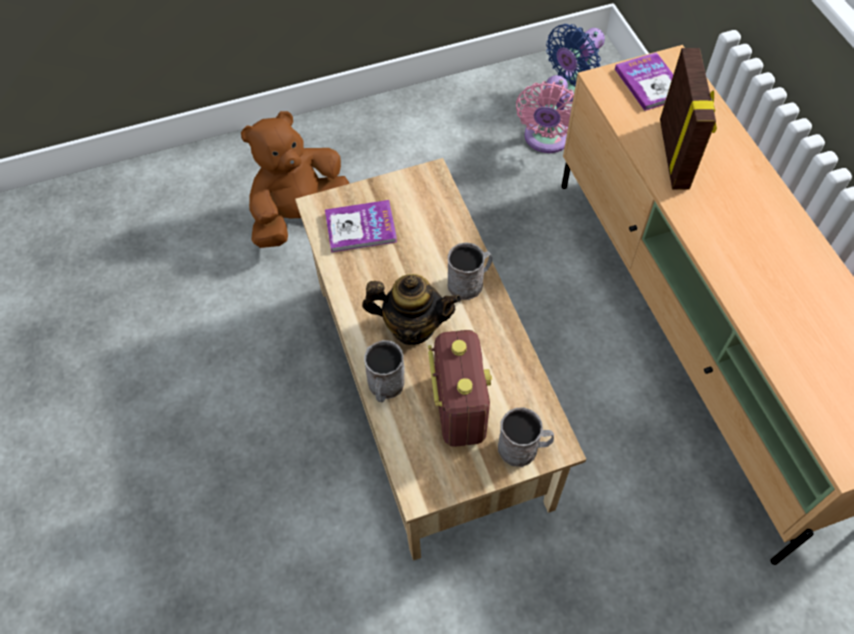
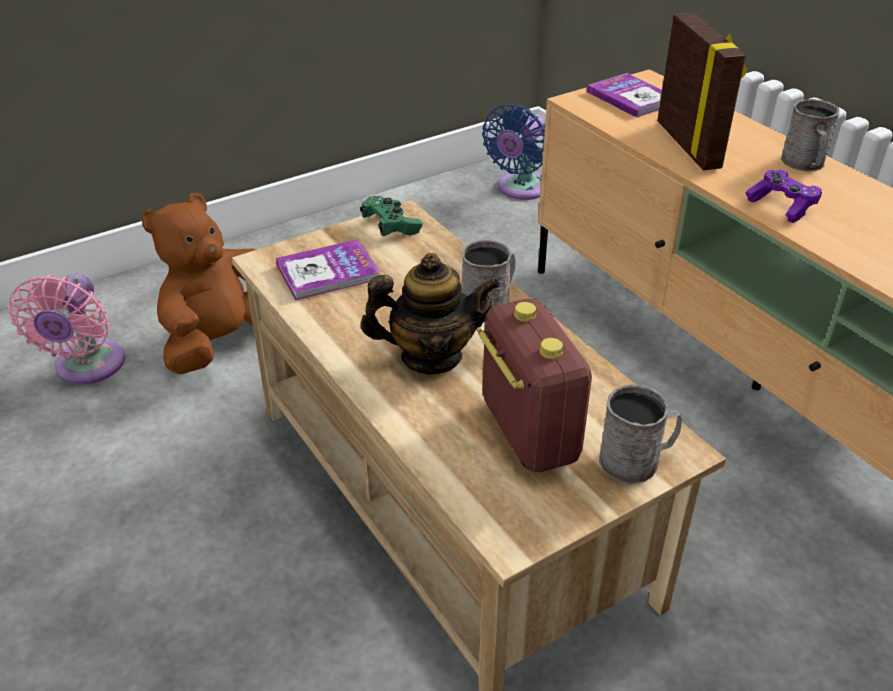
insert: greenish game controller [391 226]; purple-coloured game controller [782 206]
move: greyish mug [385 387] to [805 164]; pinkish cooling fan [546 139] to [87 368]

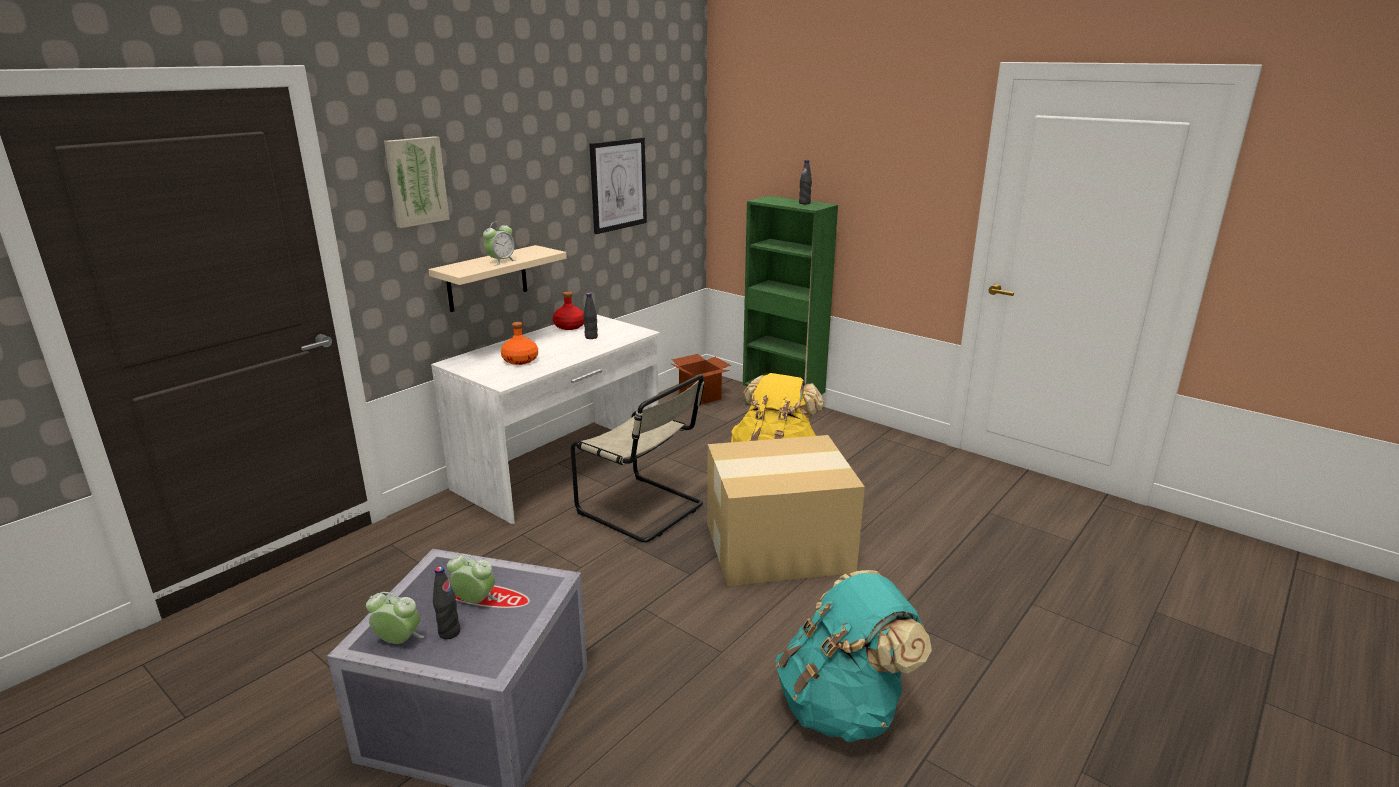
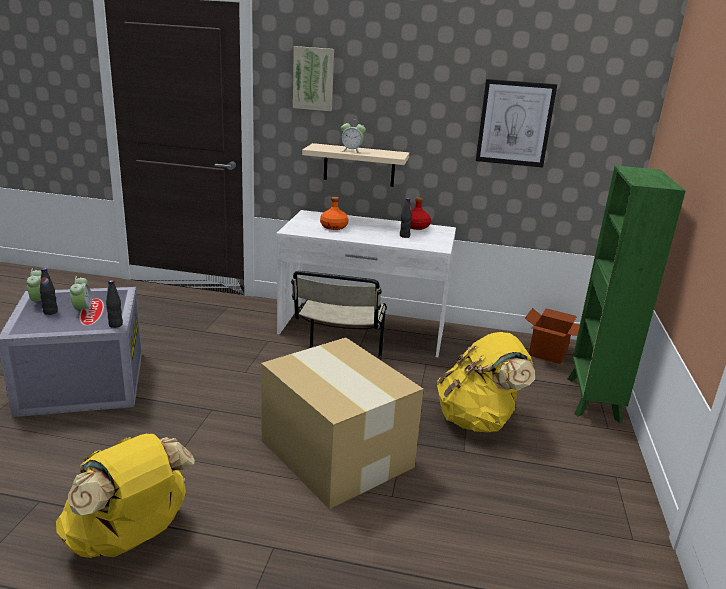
move: black drink bottle [804 203] to [115 325]
recolor: blue-green knapsack [843 707] to yellowish knapsack [130 537]

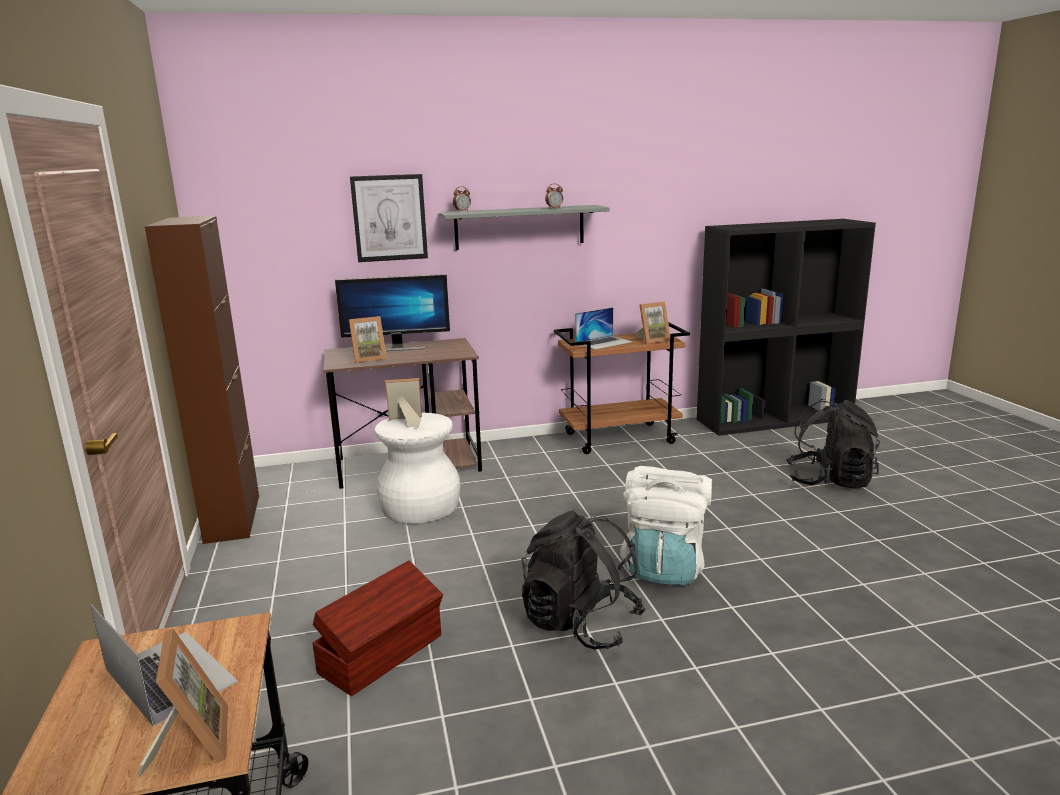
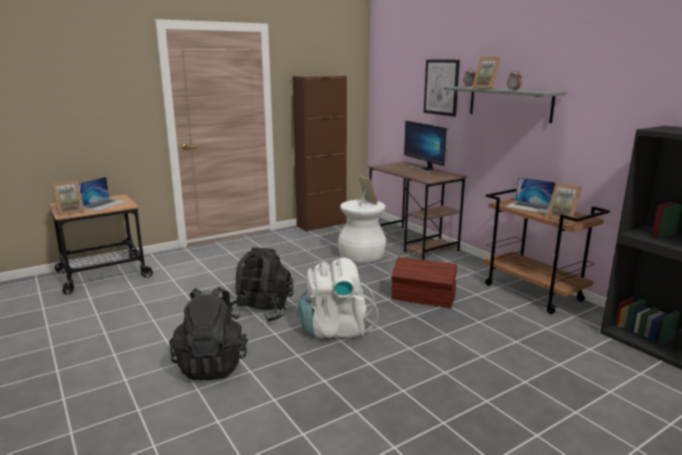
move: brown-coloured storage bin [383 654] to [423 298]; standing frame [368 358] to [486 88]; black knapsack [829 481] to [212 364]

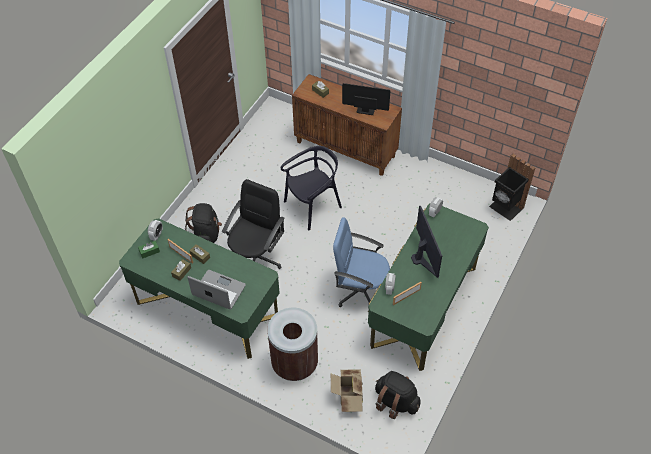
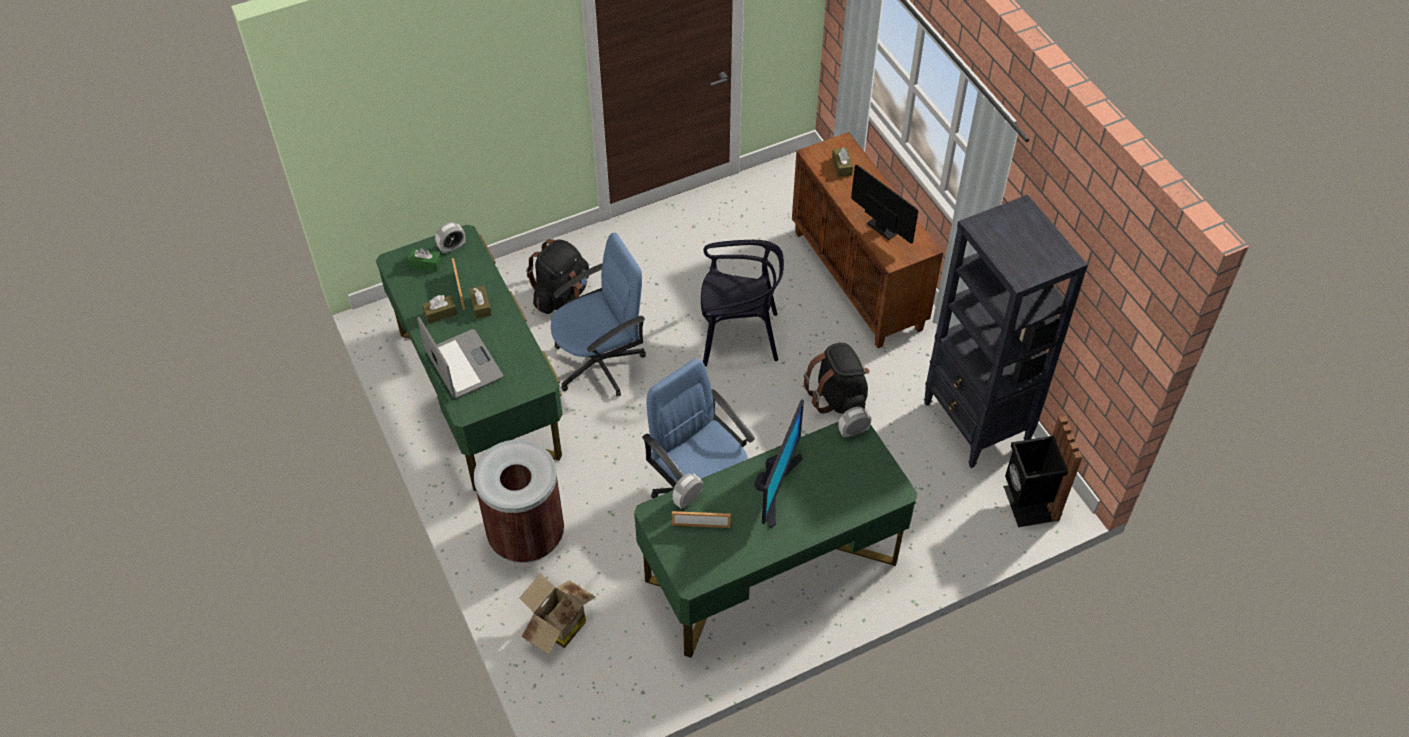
insert: black bookshelf [976 423]
move: black knapsack [395 402] to [838 398]
recolor: black computer chair [256 257] to blue-coloured computer chair [600 362]

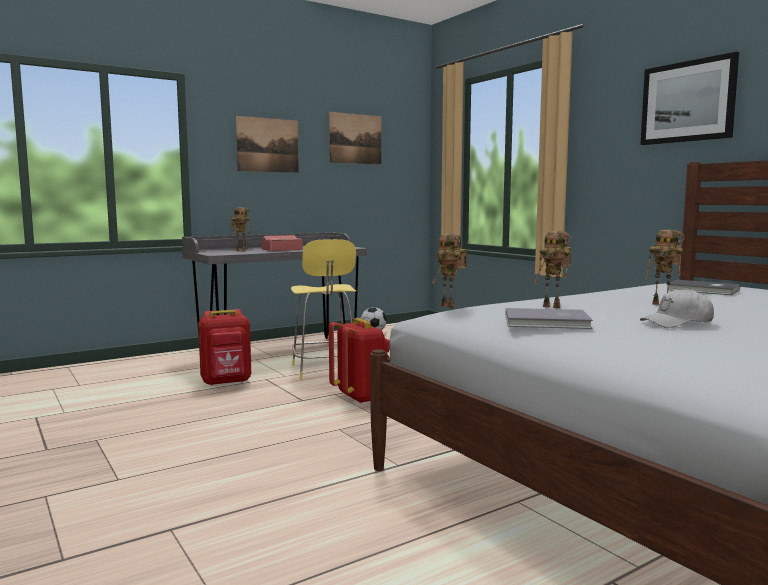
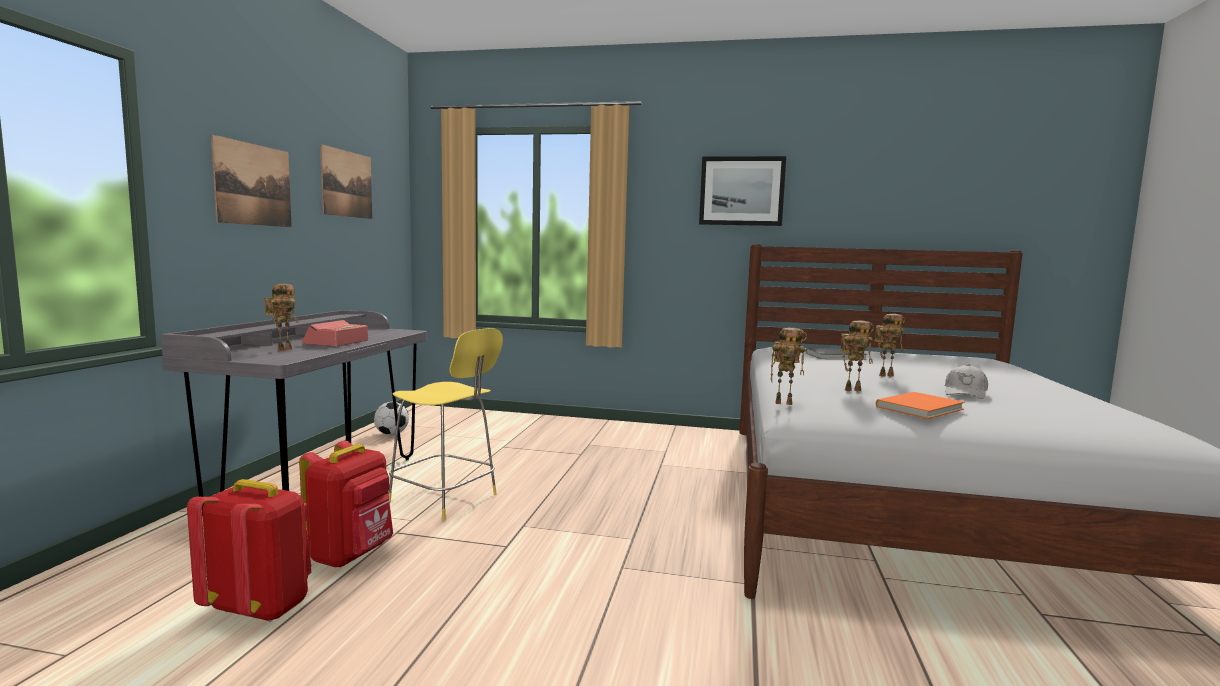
move: red knapsack [361 397] to [260 607]
recolor: greyish bound book [548 322] to orange-coloured bound book [922 408]

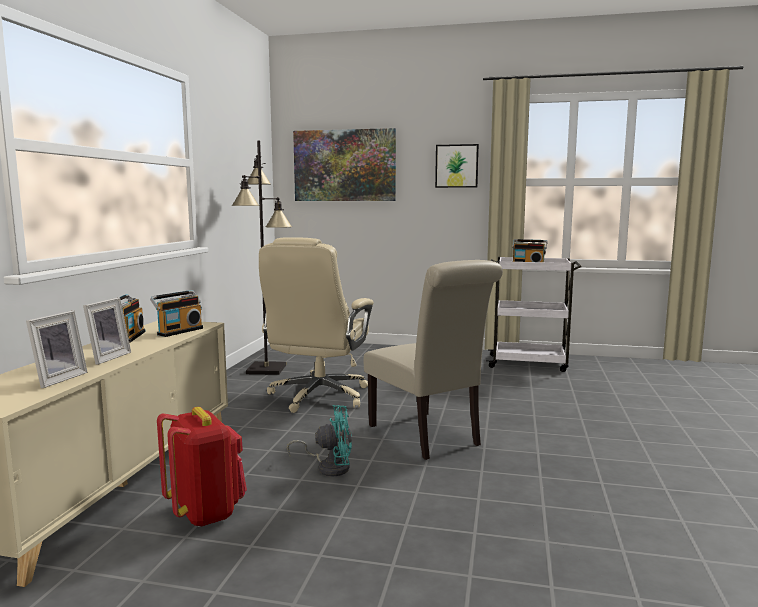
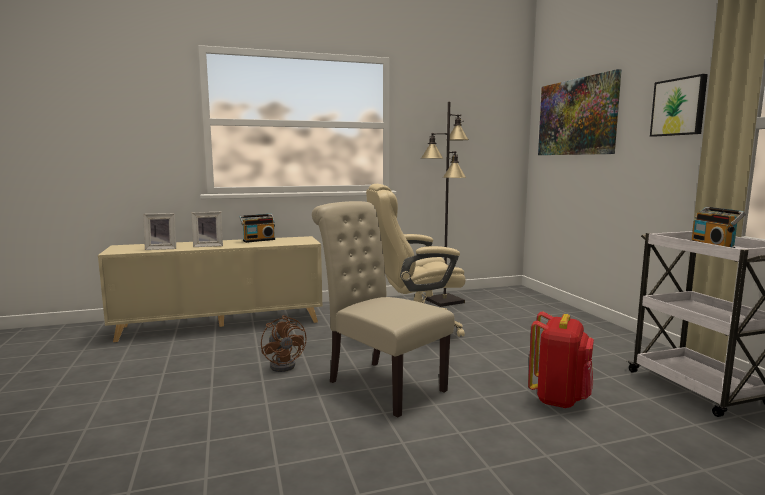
delete: radio [179 331]
move: red knapsack [206 512] to [559 399]
recolor: blue-green cooling fan [329 467] to brown-coloured cooling fan [286 364]
rotate: beige plain chair [428 437] = [380 384] 105 degrees clockwise

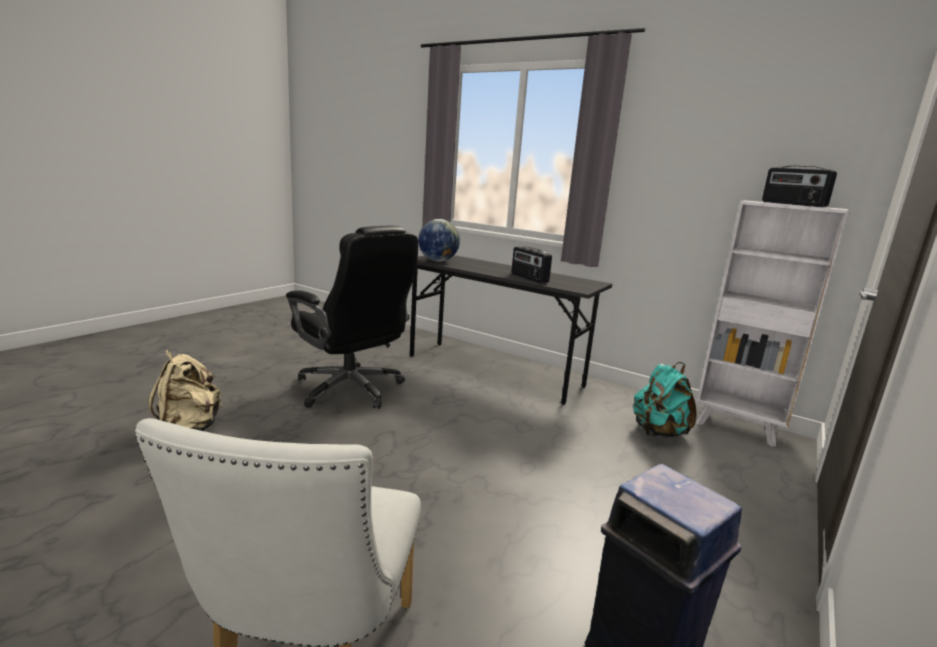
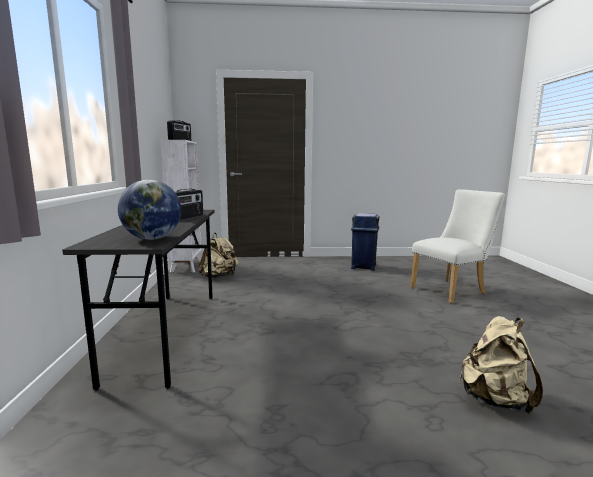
delete: black computer chair [351 389]
recolor: blue-green knapsack [658 433] to beige knapsack [219 276]

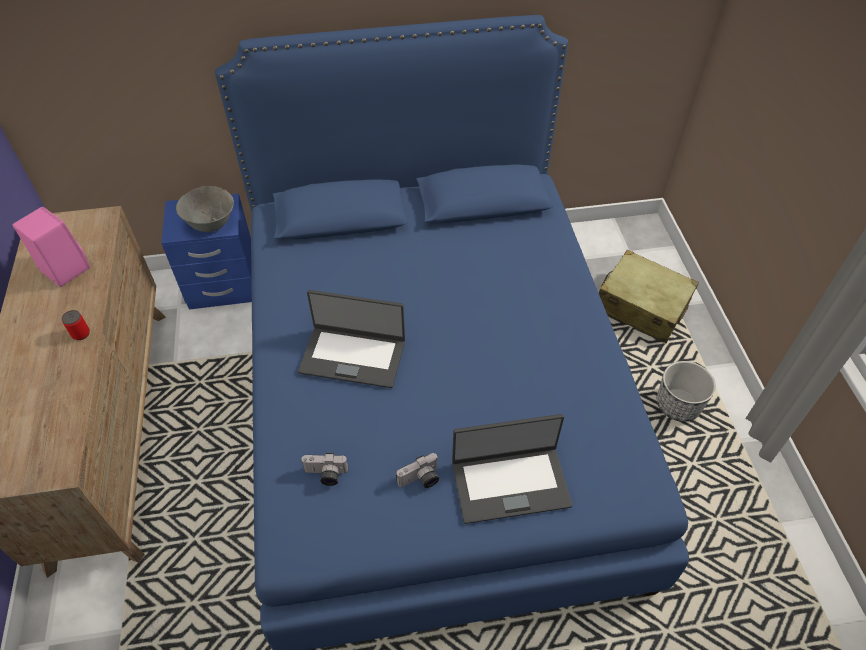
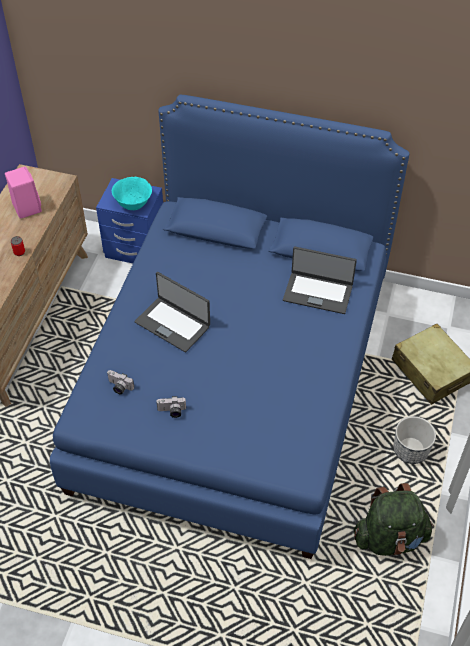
insert: greenish knapsack [390 538]
move: portable computer [510 483] to [318 292]
recolor: greyish bowl [210 224] to blue-green bowl [133 204]

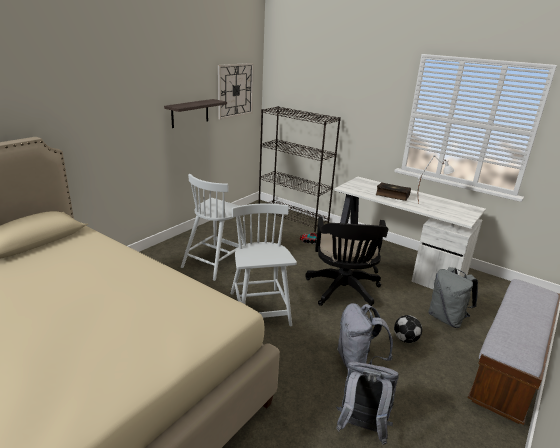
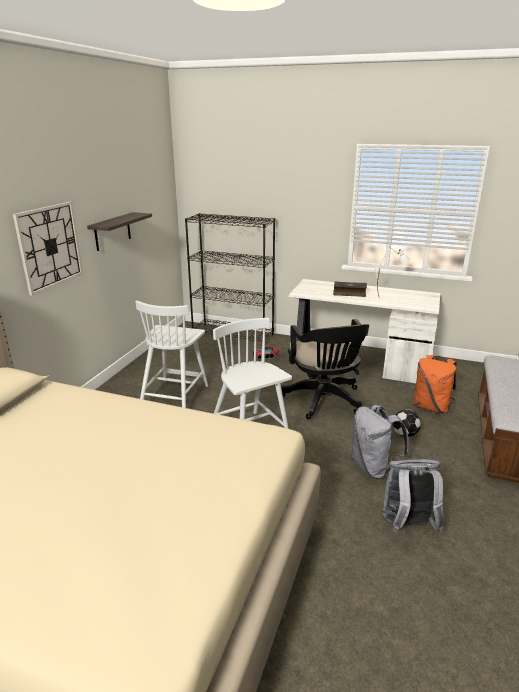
move: clock on the wall [235 90] to [49 246]
recolor: greyish knapsack [447 319] to orange-coloured knapsack [431 407]

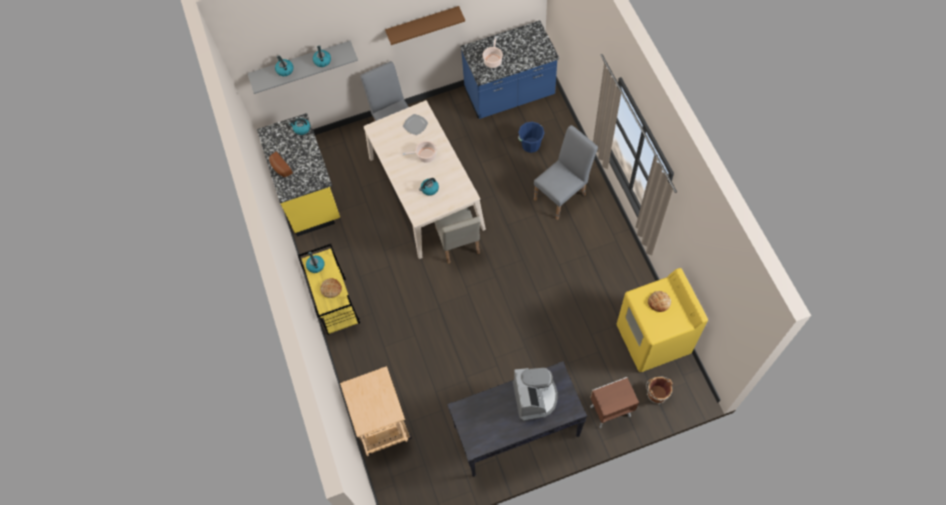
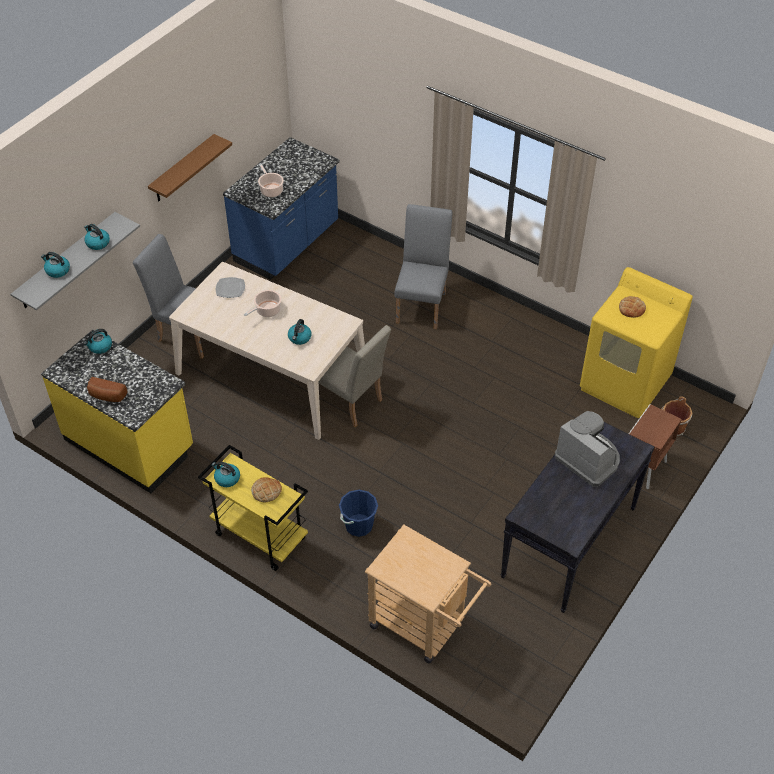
move: blue-coloured water bucket [531 145] to [359 525]

